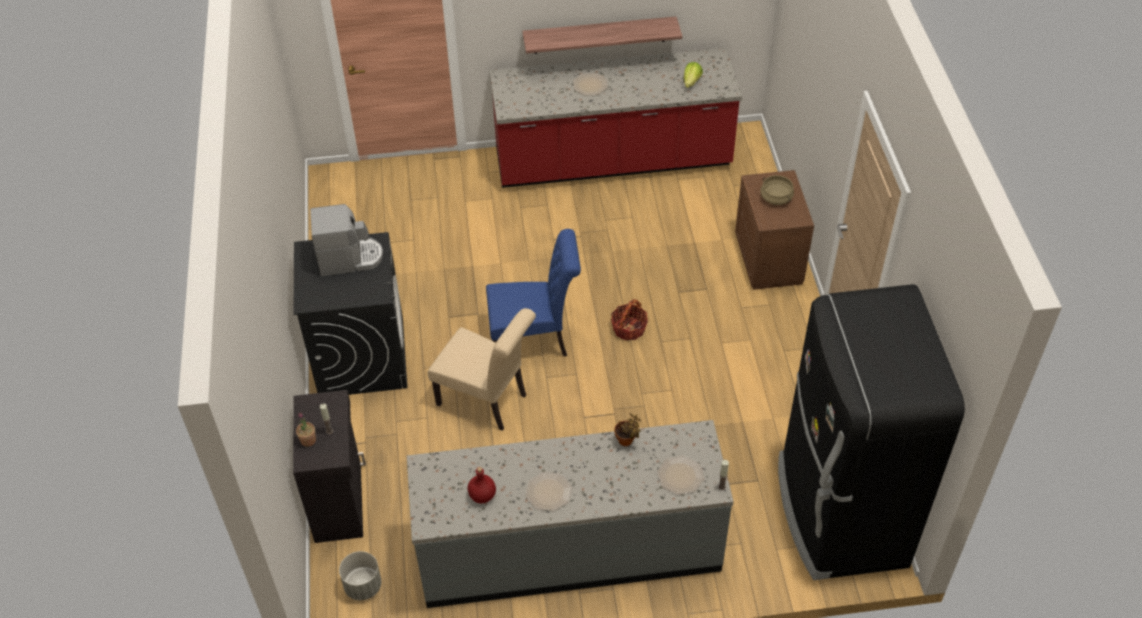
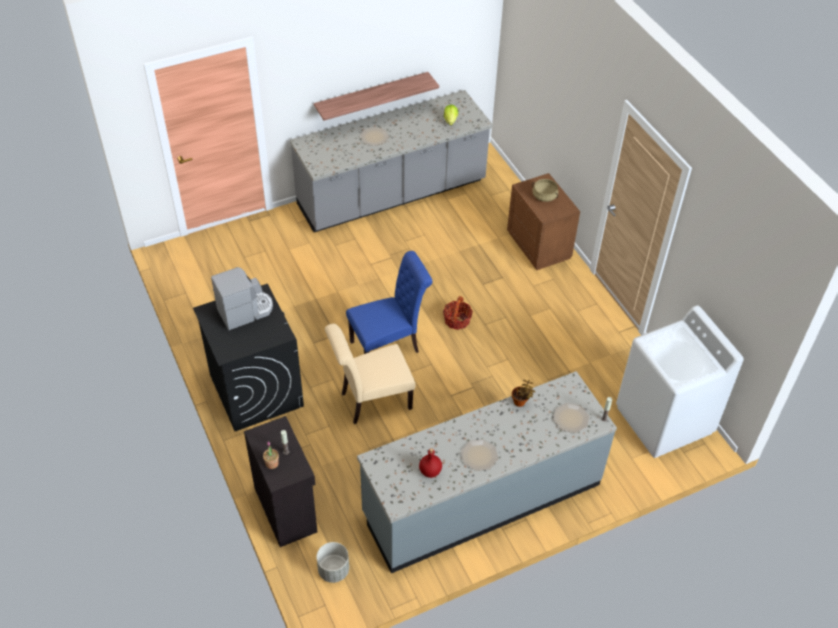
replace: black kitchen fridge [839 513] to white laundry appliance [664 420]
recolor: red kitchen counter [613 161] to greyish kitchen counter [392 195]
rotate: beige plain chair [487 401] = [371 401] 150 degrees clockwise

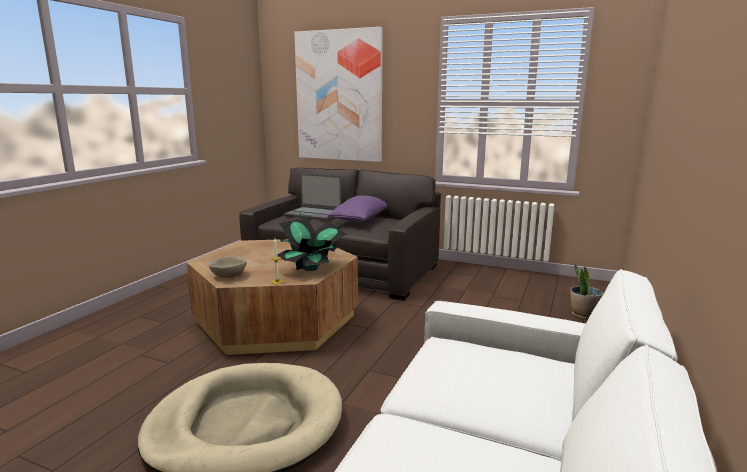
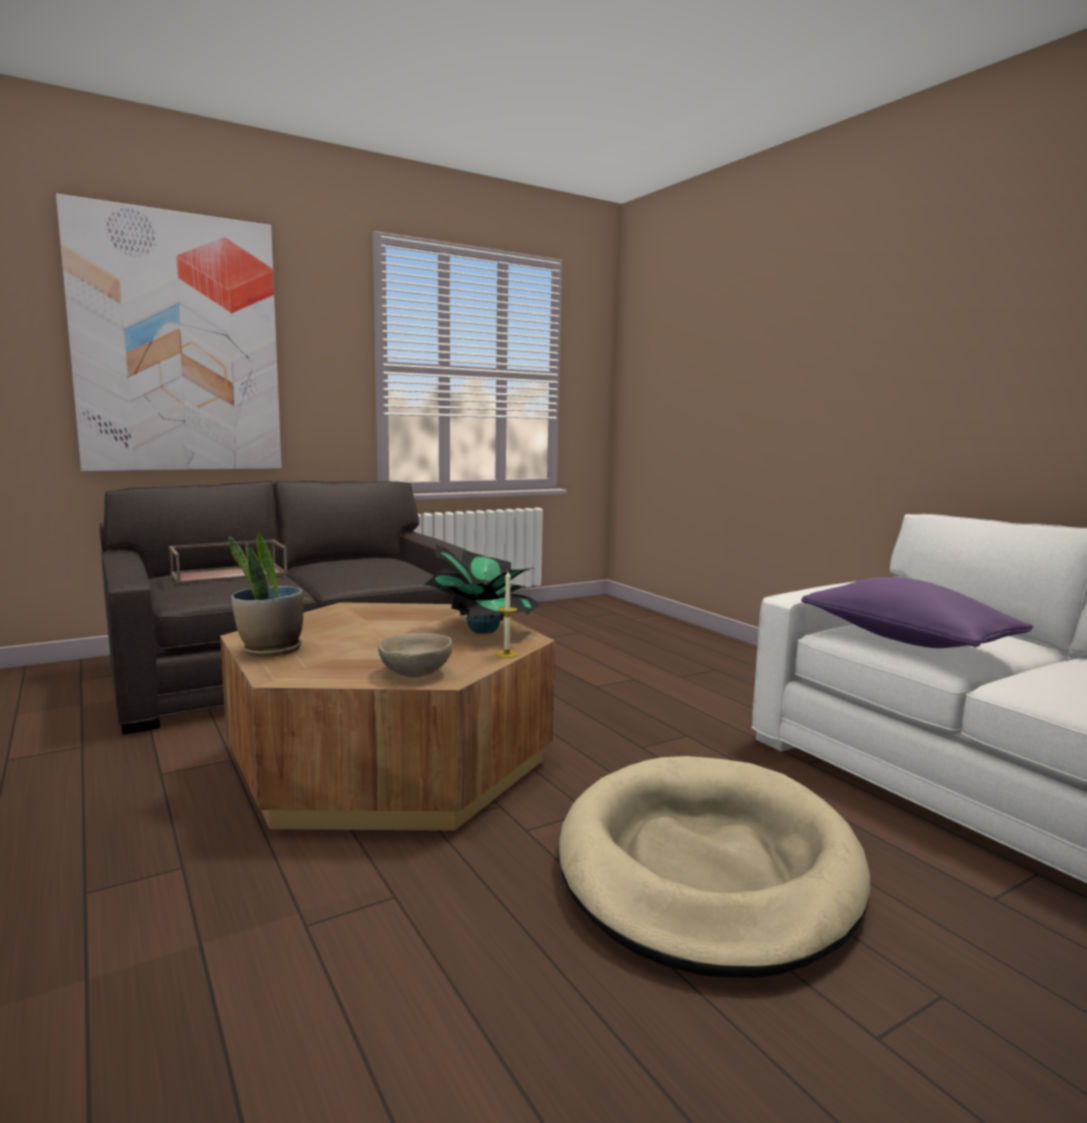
move: purple-coloured throw pillow [361 220] to [906 639]; plant in a pot [583 315] to [271 650]
replace: portable computer [313 214] to brown-coloured serving tray [230 574]

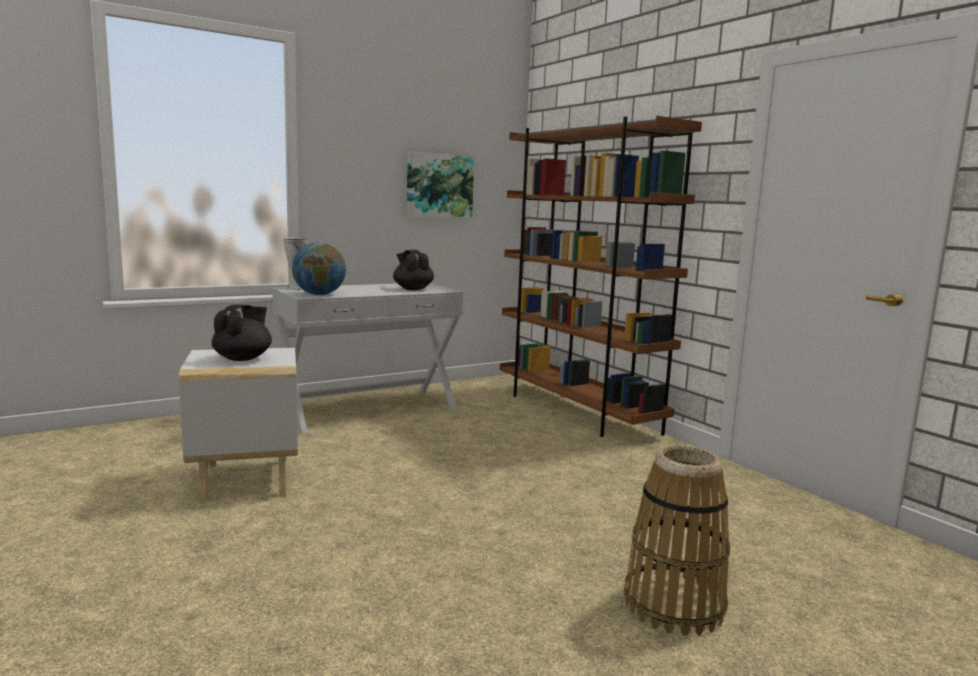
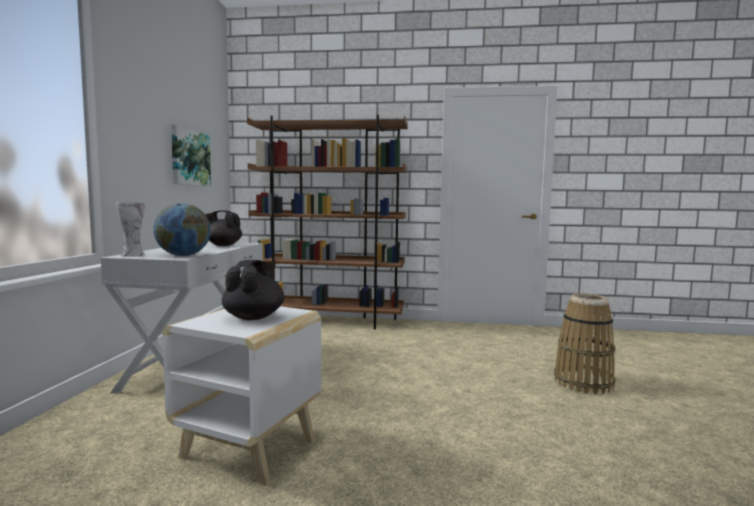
rotate: black pot for tea [243 358] = [254 317] 45 degrees clockwise

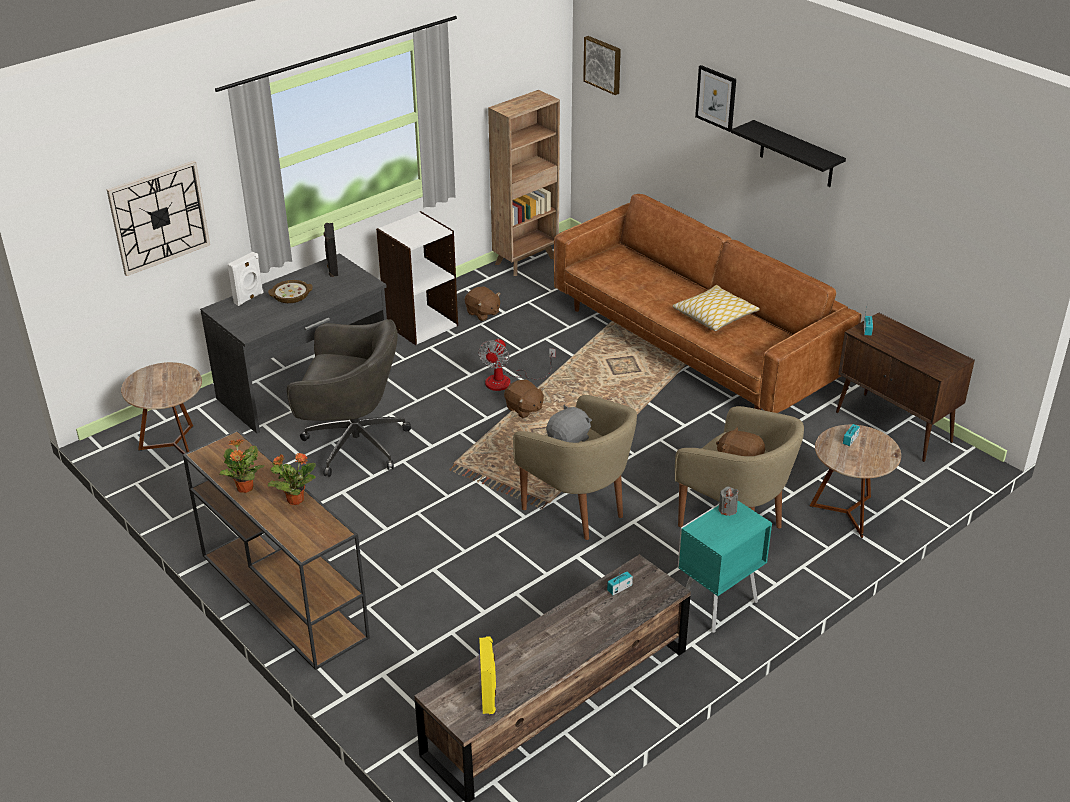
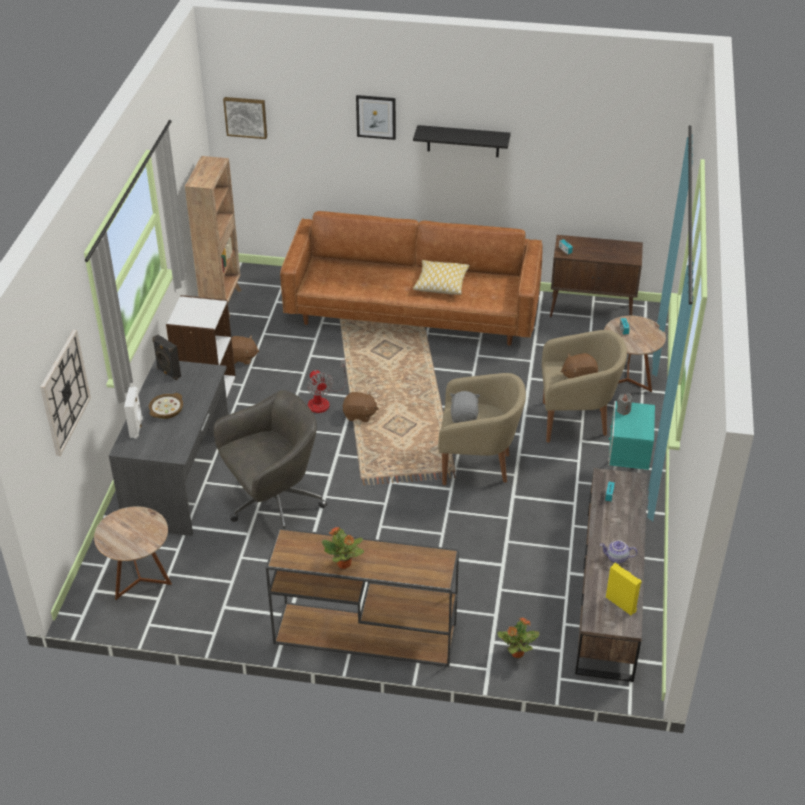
insert: pot for tea [616 558]
move: plant in a pot [294 499] to [516 653]

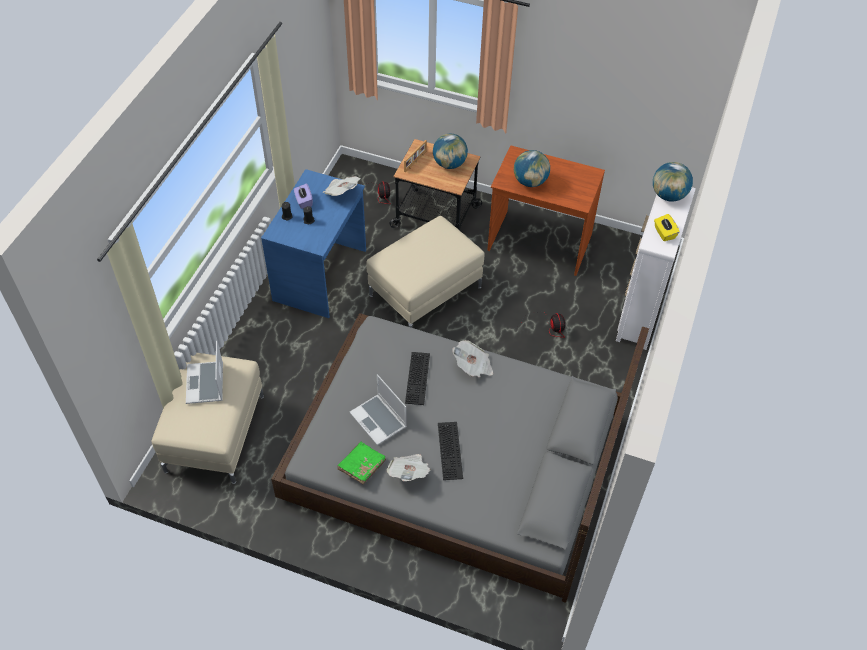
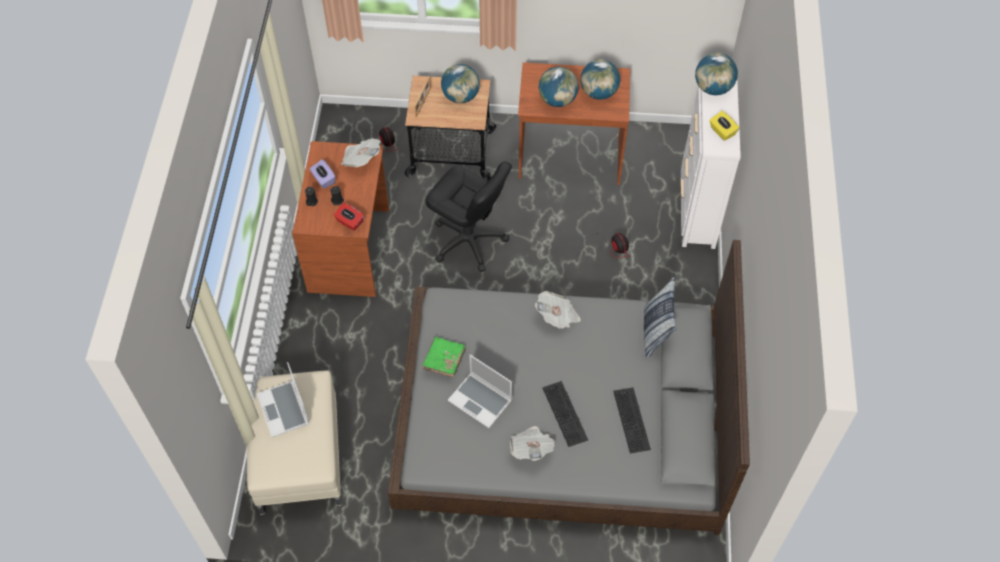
insert: red box of tissues [349 222]; desk globe [598 92]; throw pillow [655 332]
move: greenish bound book [361 466] to [444 361]; PC keyboard [418 378] to [633 420]
replace: beige ottoman [425 291] to black computer chair [468 241]
recolor: blue-coloured desk [321 275] to brown-coloured desk [350 250]

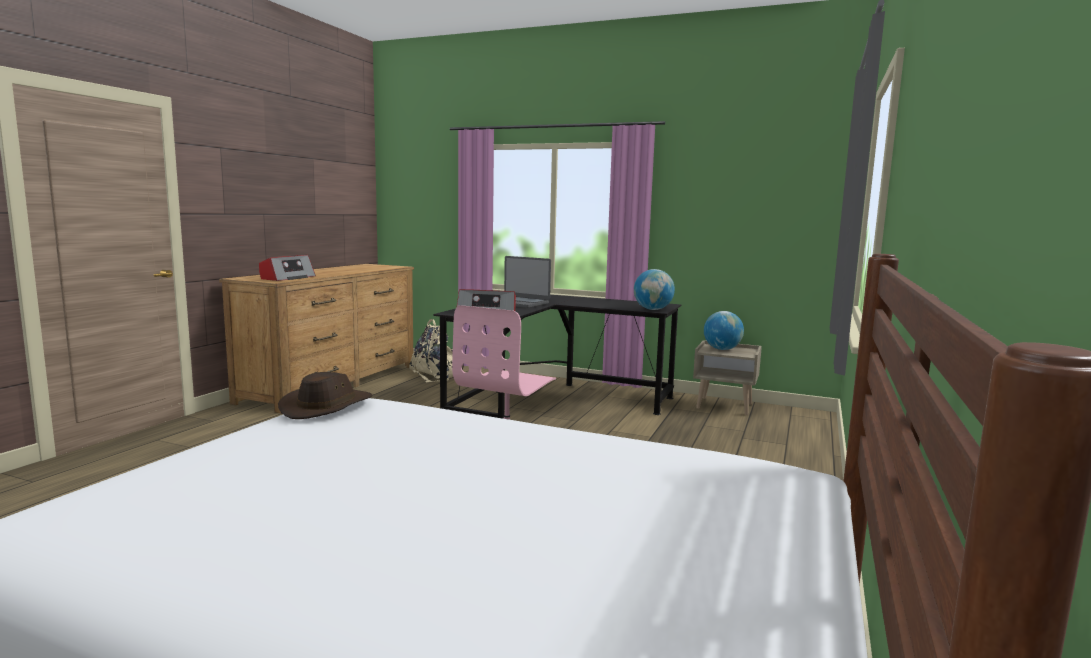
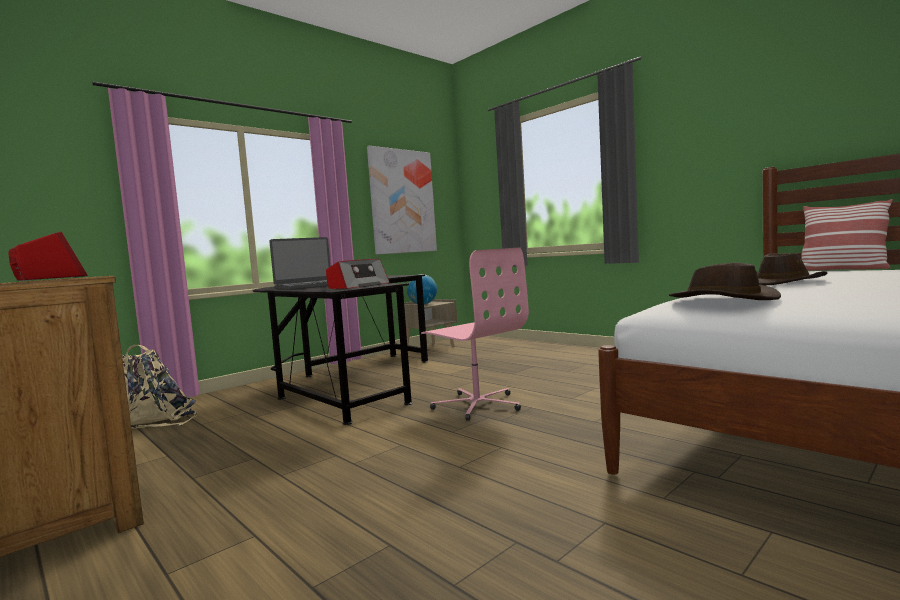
delete: desk globe [653 309]
insert: picture [402 201]; brown-coloured clothing hat [783 282]; throw pillow [842 269]

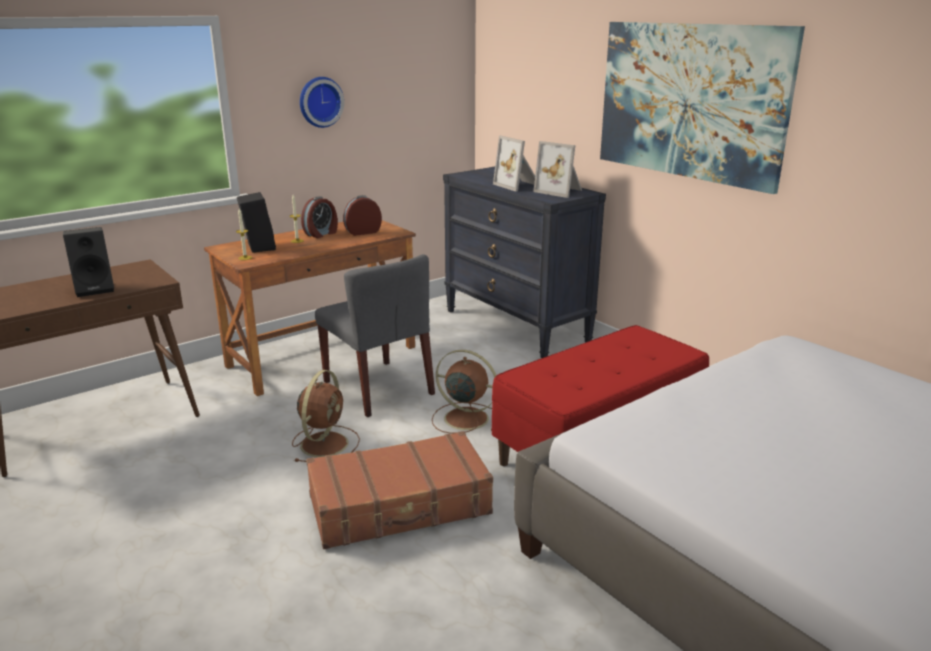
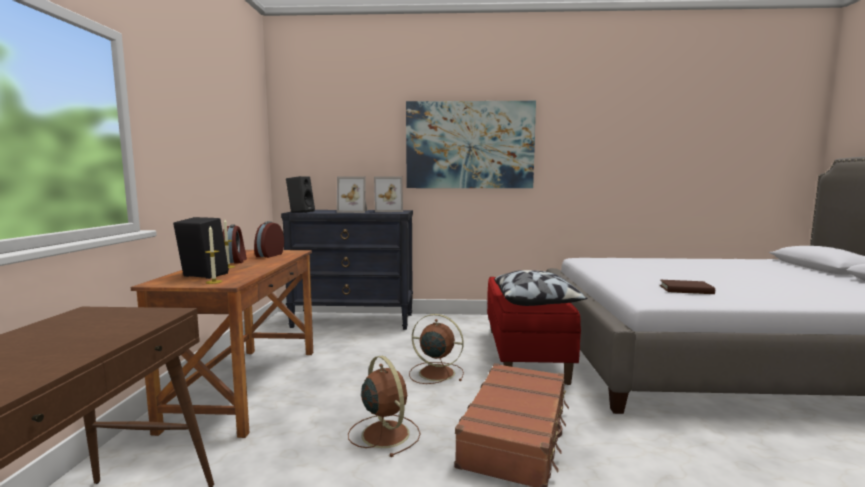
delete: clock on the wall [320 102]; greyish plain chair [378 388]
insert: throw pillow [536 302]; brown-coloured bound book [686 290]
move: black speaker [96 289] to [301 211]
rotate: brown-coloured cooling fan [464 418] = [435 373] 45 degrees clockwise

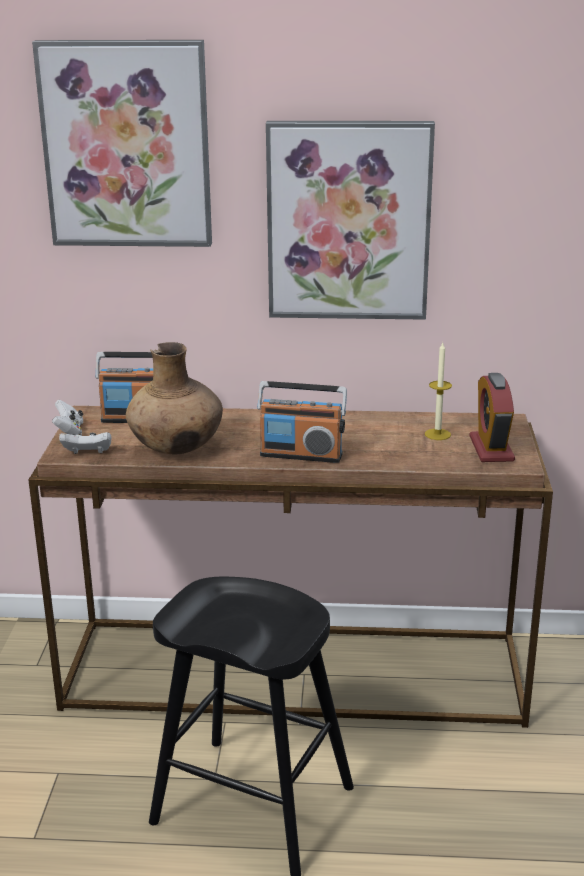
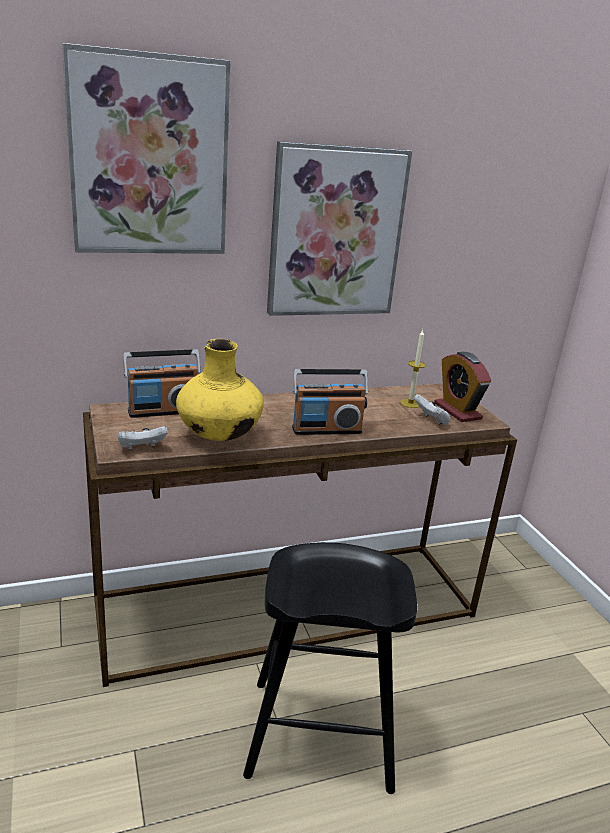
move: white game controller [69 432] to [431 420]
recolor: brown-coloured vase [177 449] to yellowish vase [219 435]

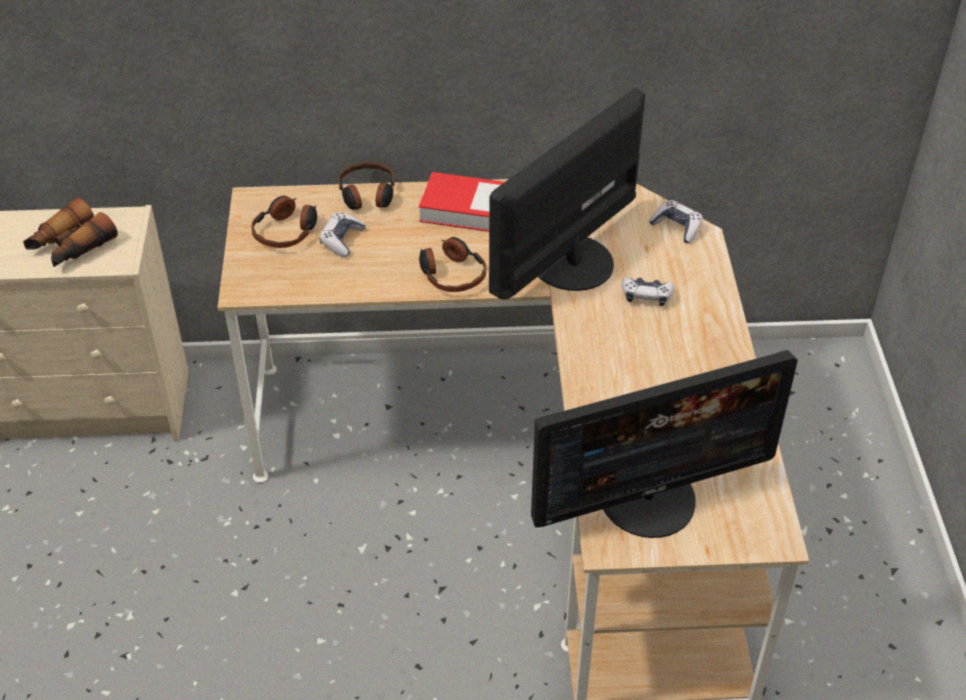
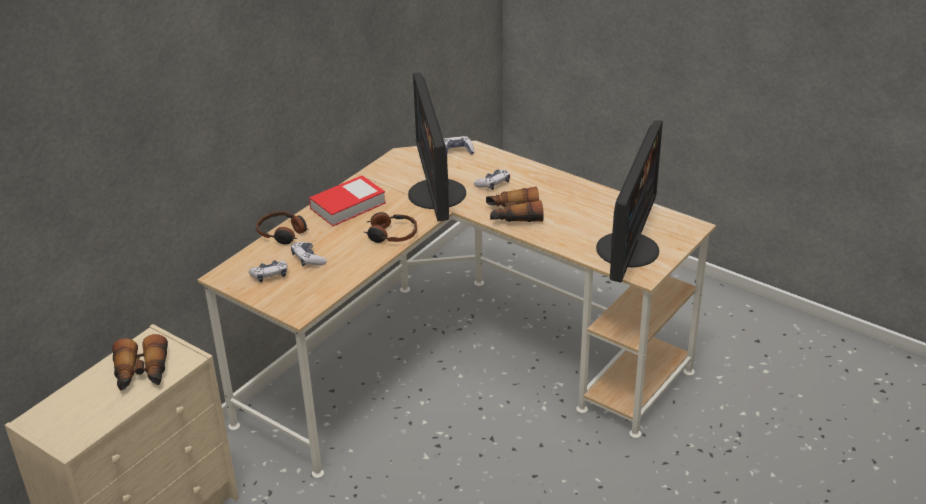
insert: pair of binoculars [513 214]
replace: headset [287 231] to game controller [270 275]

